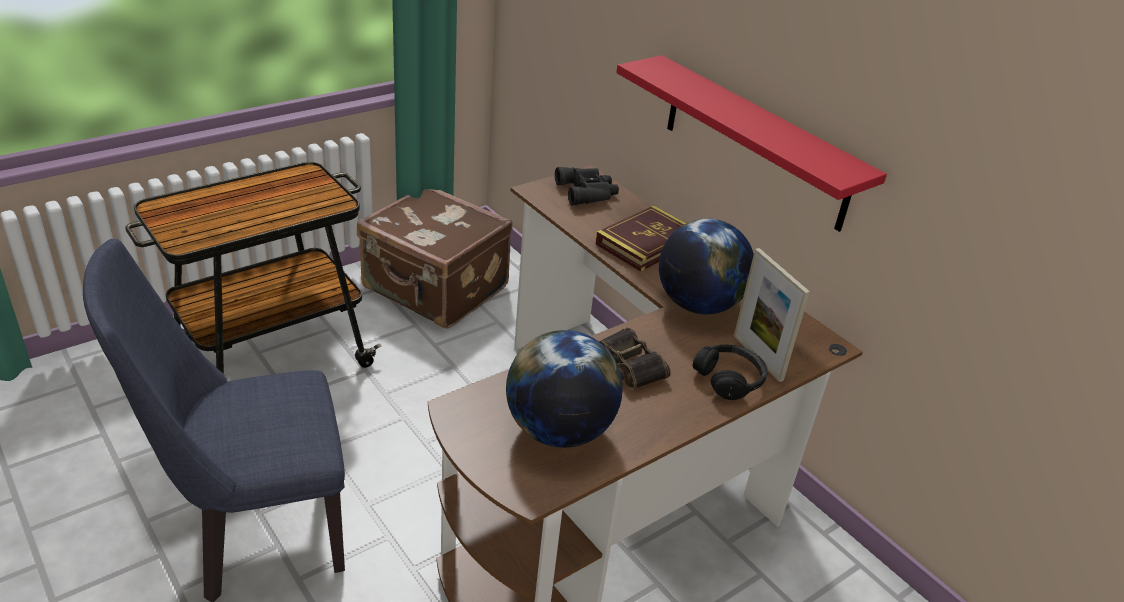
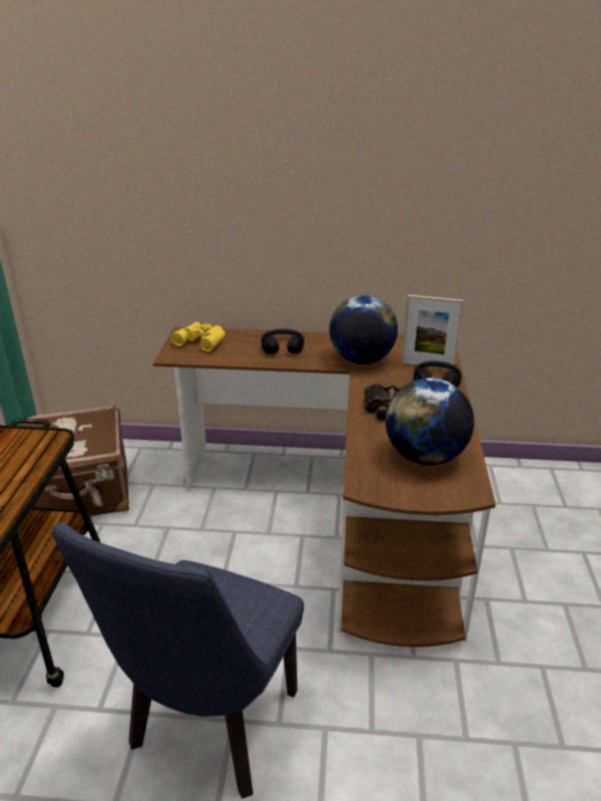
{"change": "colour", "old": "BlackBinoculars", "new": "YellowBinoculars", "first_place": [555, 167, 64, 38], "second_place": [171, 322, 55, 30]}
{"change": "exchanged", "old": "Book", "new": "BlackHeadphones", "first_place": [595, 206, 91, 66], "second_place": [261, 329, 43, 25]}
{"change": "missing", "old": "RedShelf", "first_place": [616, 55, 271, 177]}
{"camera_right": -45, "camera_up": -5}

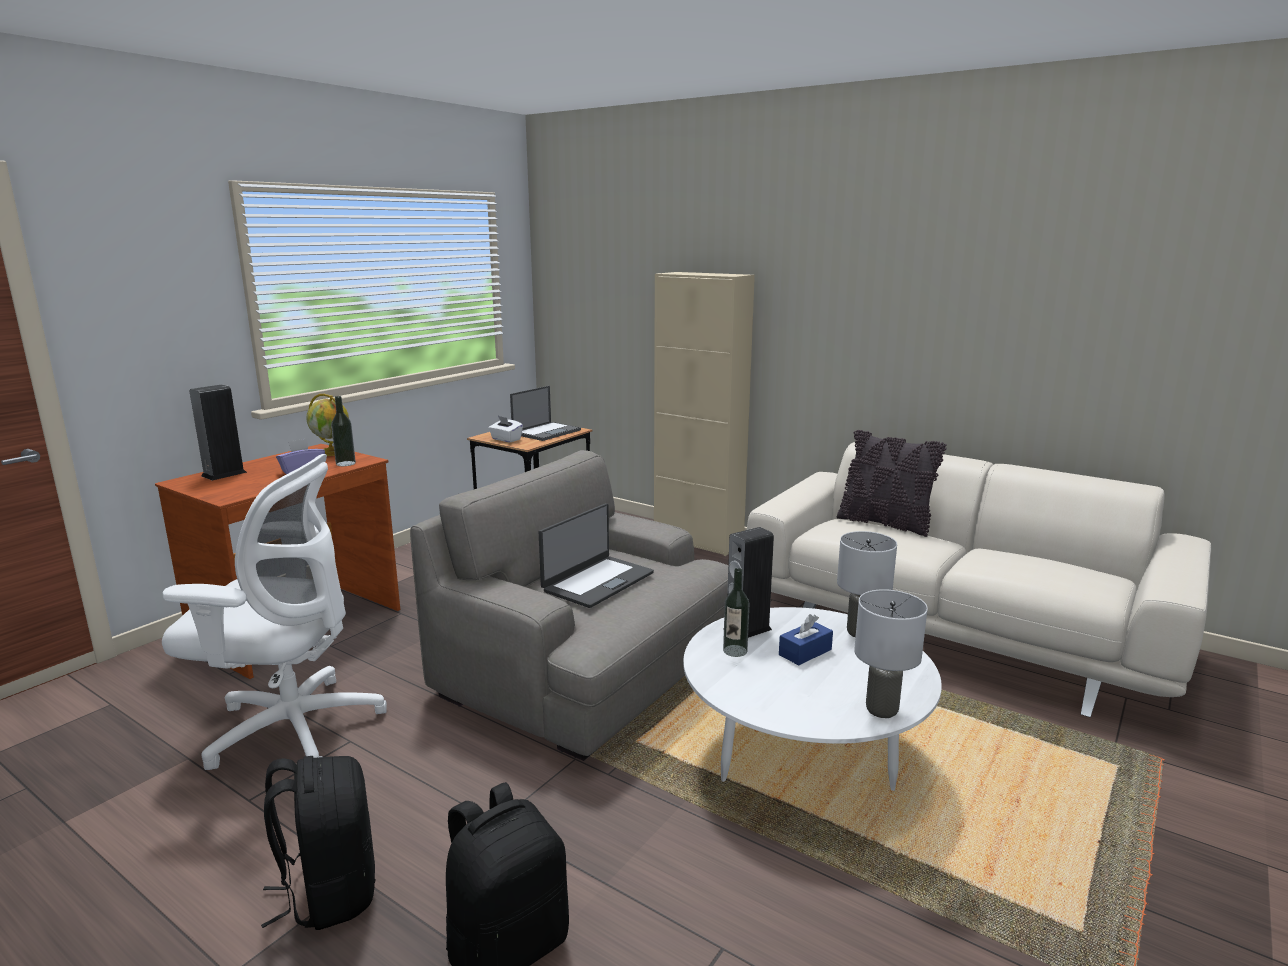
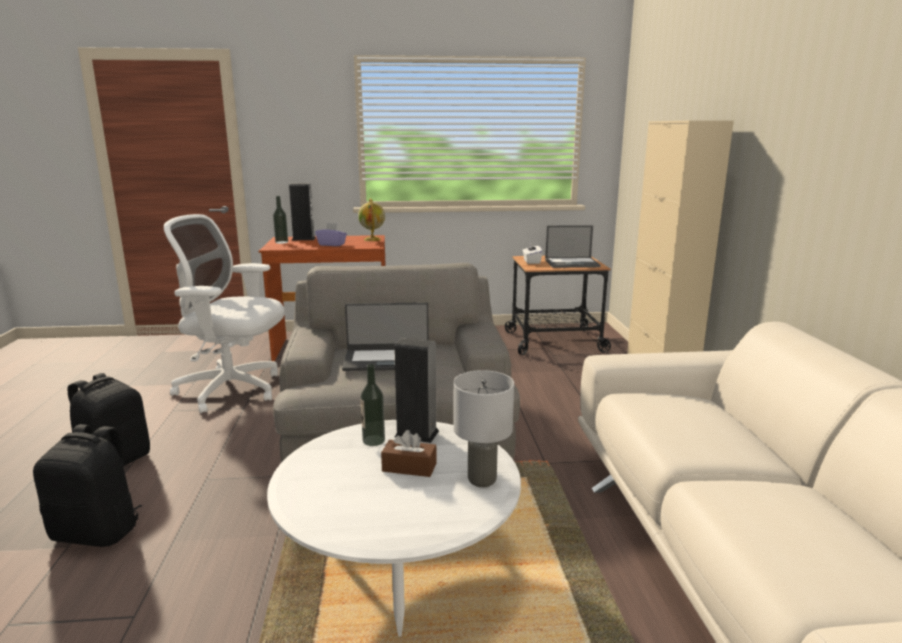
{"change": "spun", "old": "WhiteOfficeChair", "first_place": [162, 454, 225, 316], "second_place": [164, 214, 121, 199], "degrees": 135}
{"change": "relocated", "old": "Bottle", "first_place": [331, 396, 25, 70], "second_place": [273, 196, 15, 48]}
{"change": "colour", "old": "BlueTissueBox", "new": "BrownTissueBox", "first_place": [779, 614, 54, 51], "second_place": [381, 430, 56, 47]}
{"change": "missing", "old": "BlackPillow", "first_place": [837, 430, 110, 107]}
{"change": "missing", "old": "WhiteTableLamp", "first_place": [854, 589, 74, 129]}
{"camera_right": 50, "camera_up": 0}

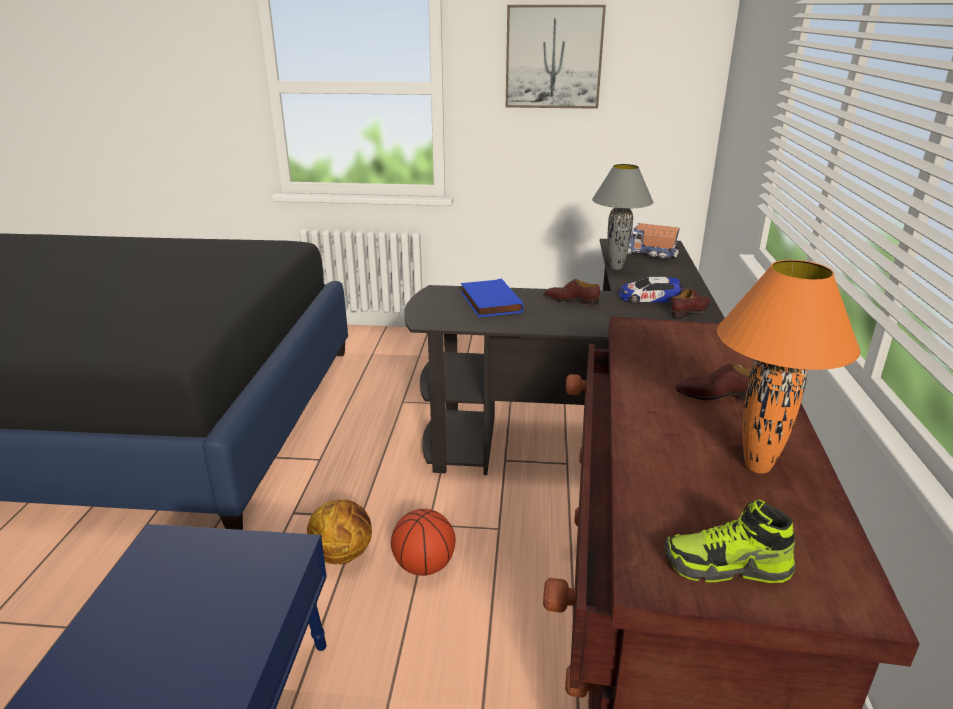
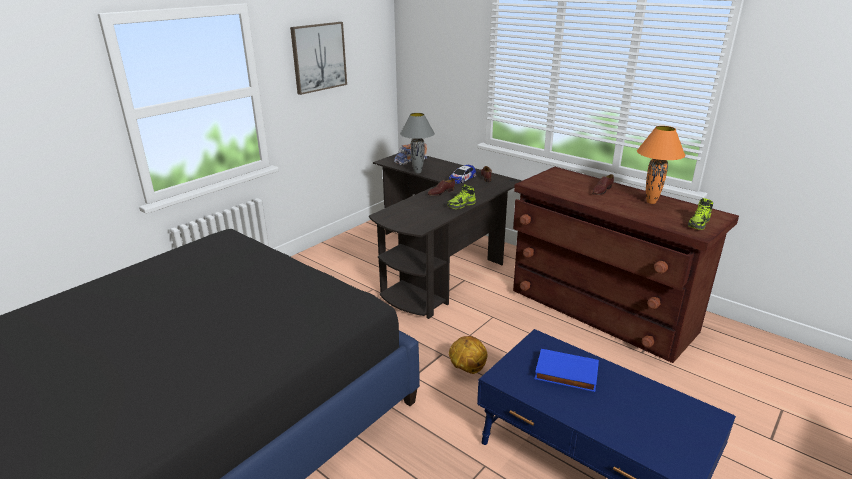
{"change": "appeared", "new": "Shoe", "second_place": [447, 184, 29, 25]}
{"change": "relocated", "old": "BlueBook", "first_place": [461, 279, 63, 38], "second_place": [535, 349, 64, 43]}
{"change": "missing", "old": "Basketball", "first_place": [391, 509, 65, 67]}
{"camera_right": -55, "camera_up": 0}

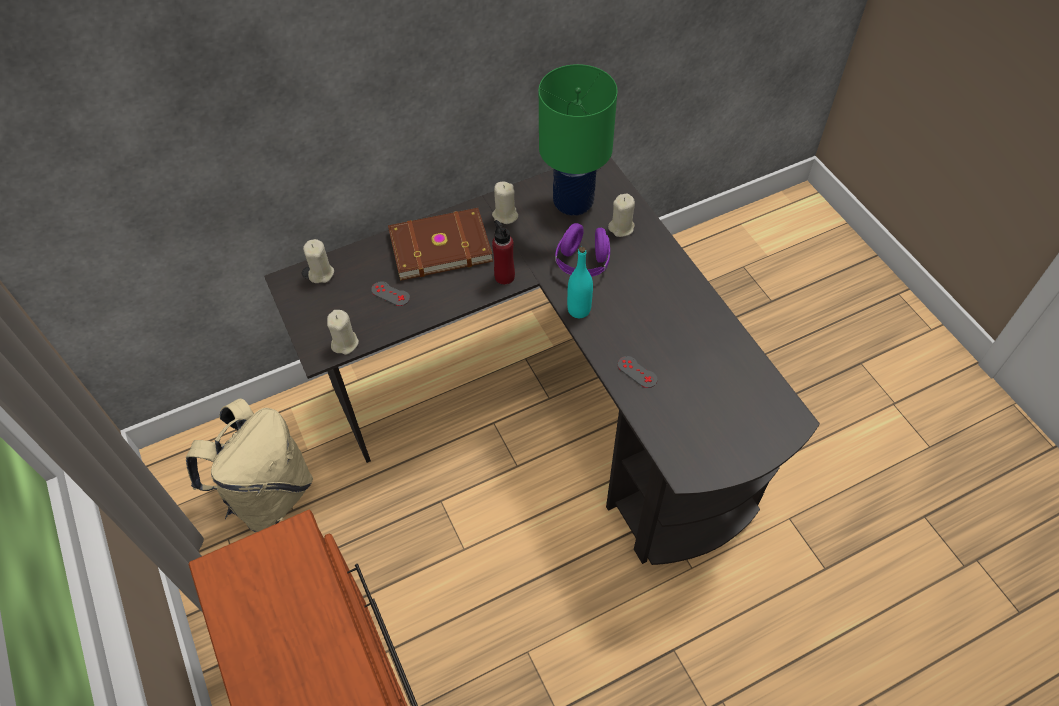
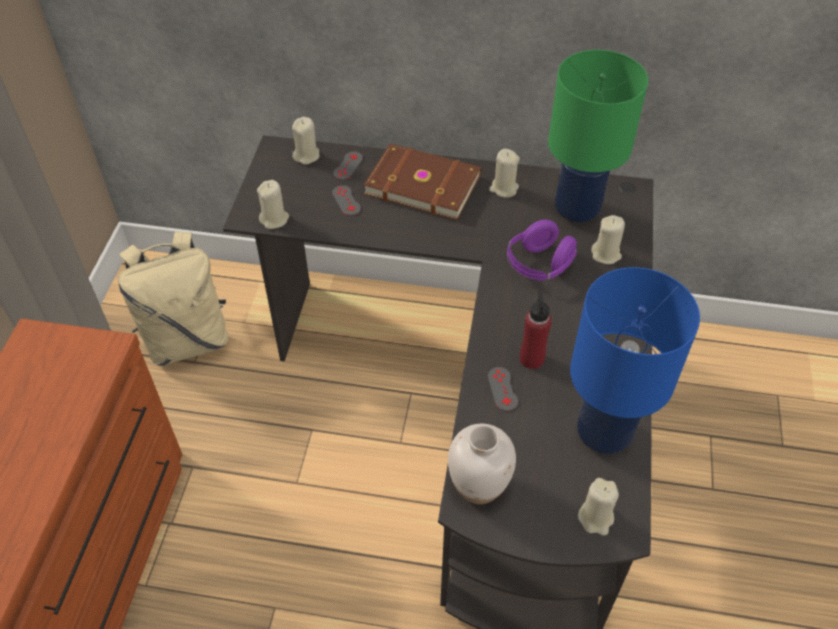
{"change": "appeared", "new": "GreyGameController", "second_place": [333, 152, 30, 28]}
{"change": "appeared", "new": "WhiteVase", "second_place": [448, 424, 68, 80]}
{"change": "relocated", "old": "RedBottle", "first_place": [492, 220, 23, 65], "second_place": [520, 291, 32, 78]}
{"change": "appeared", "new": "BlueTableLamp", "second_place": [570, 267, 130, 187]}
{"change": "appeared", "new": "BeigeCandle", "second_place": [578, 478, 41, 58]}
{"change": "missing", "old": "TurquoiseBottle", "first_place": [567, 247, 26, 71]}
{"camera_right": 35, "camera_up": -5}

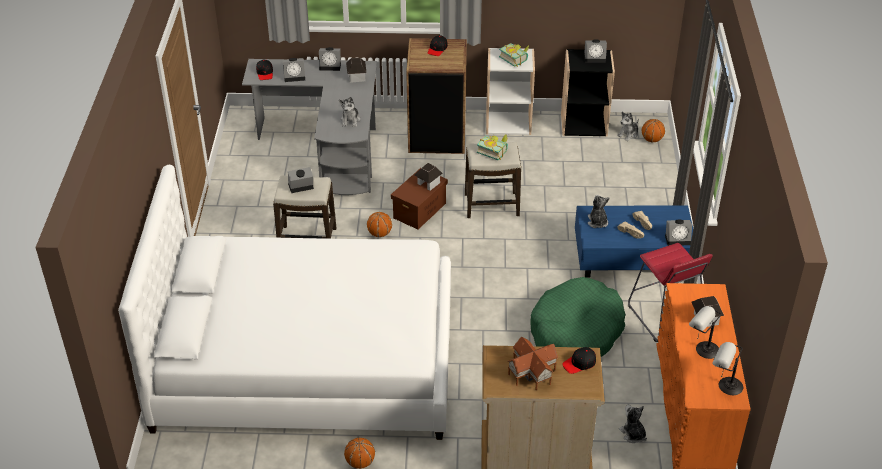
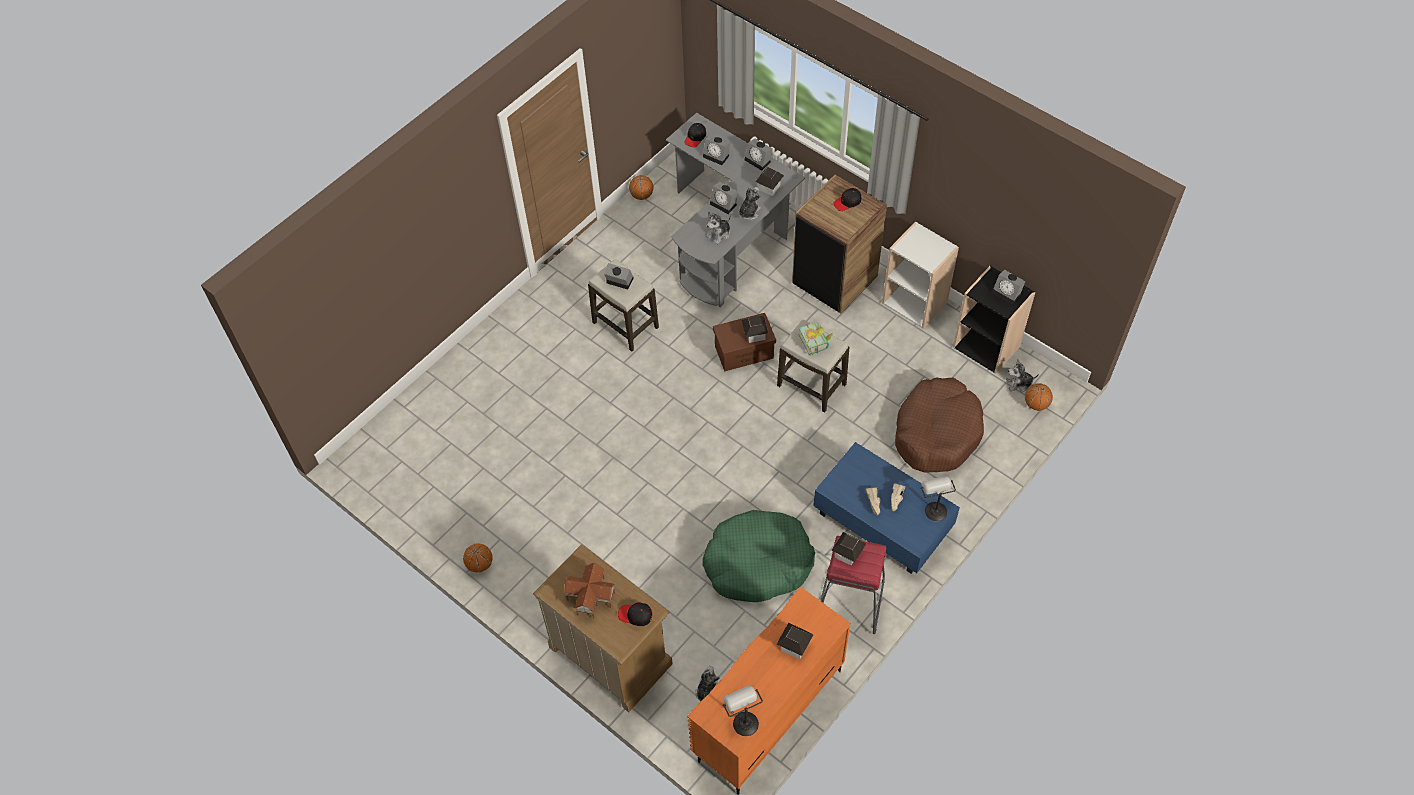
{"change": "relocated", "old": "Basketball", "first_place": [367, 212, 25, 25], "second_place": [629, 175, 25, 25]}
{"change": "relocated", "old": "AlarmClock", "first_place": [665, 219, 27, 27], "second_place": [710, 182, 28, 32]}
{"change": "relocated", "old": "PlushToy", "first_place": [588, 195, 22, 33], "second_place": [738, 187, 23, 33]}
{"change": "appeared", "new": "ToyHouse", "second_place": [831, 532, 36, 33]}
{"change": "appeared", "new": "BrownDogBed", "second_place": [895, 377, 89, 96]}
{"change": "relocated", "old": "TableLamp", "first_place": [689, 306, 33, 53], "second_place": [921, 476, 35, 45]}
{"change": "missing", "old": "WhiteBed", "first_place": [118, 164, 333, 276]}
{"change": "missing", "old": "Book", "first_place": [499, 43, 30, 24]}
{"camera_right": 40, "camera_up": 15}

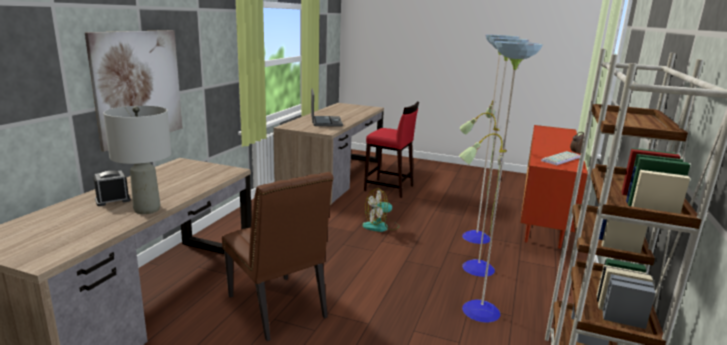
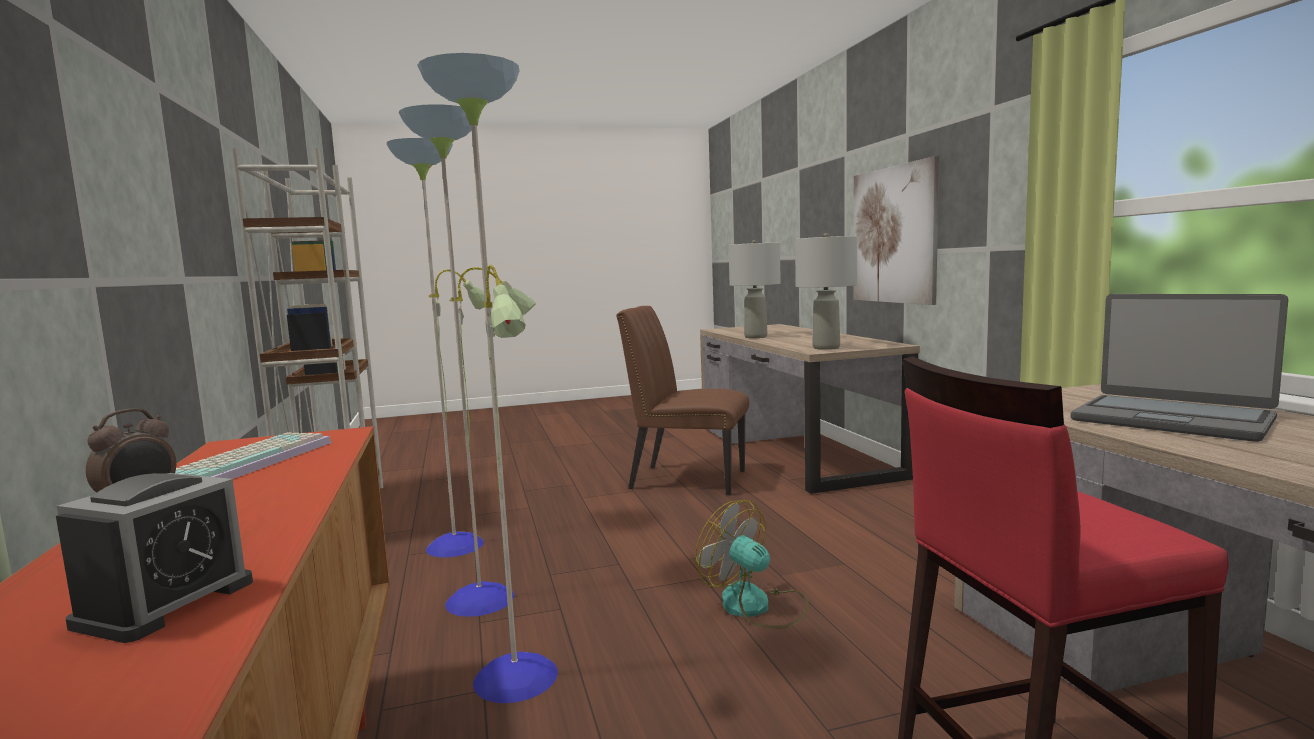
{"change": "relocated", "old": "AlarmClock", "first_place": [93, 171, 38, 35], "second_place": [56, 473, 197, 170]}
{"change": "spun", "old": "Fan", "first_place": [362, 188, 38, 44], "second_place": [695, 500, 114, 129], "degrees": -75}
{"change": "appeared", "new": "GreyTableLamp", "second_place": [795, 233, 62, 117]}
{"camera_right": 145, "camera_up": -10}

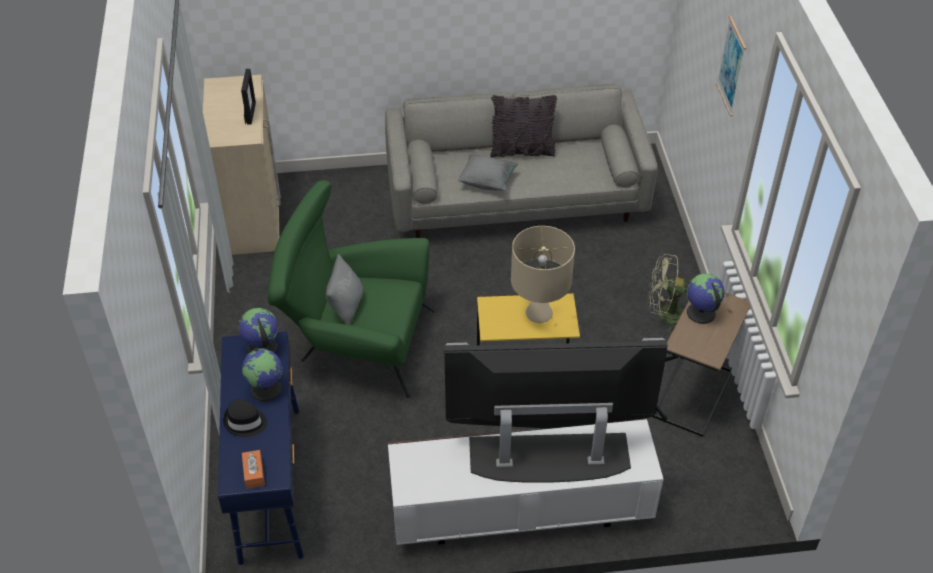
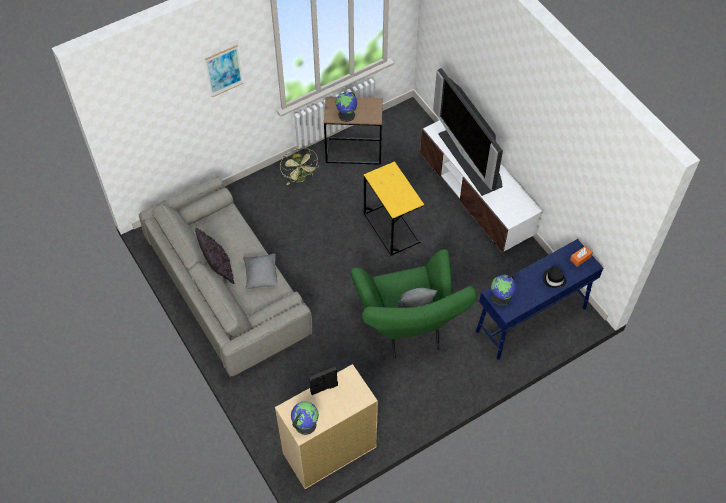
{"change": "relocated", "old": "Globe", "first_place": [242, 347, 41, 55], "second_place": [291, 401, 28, 34]}
{"change": "missing", "old": "BeigeTableLamp", "first_place": [511, 226, 64, 97]}
{"camera_right": -115, "camera_up": 10}

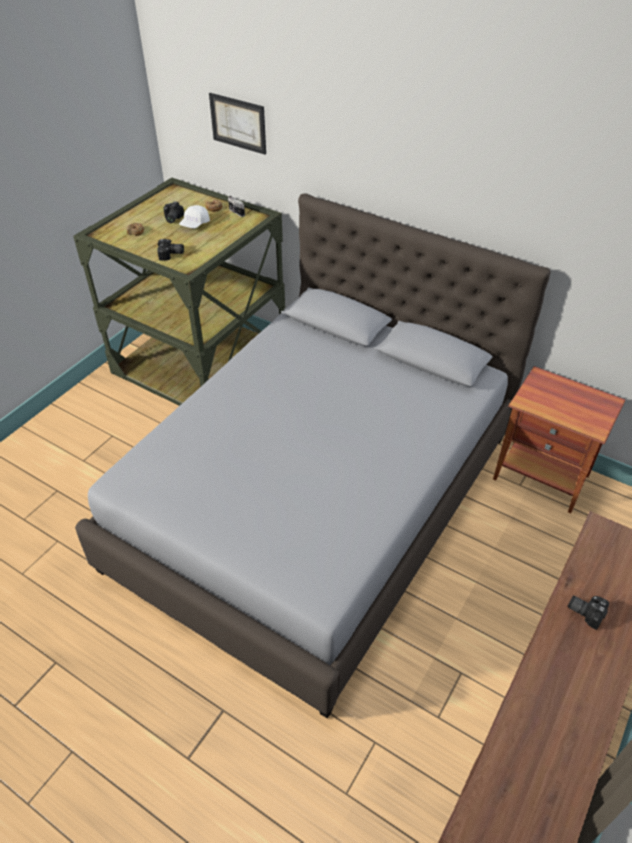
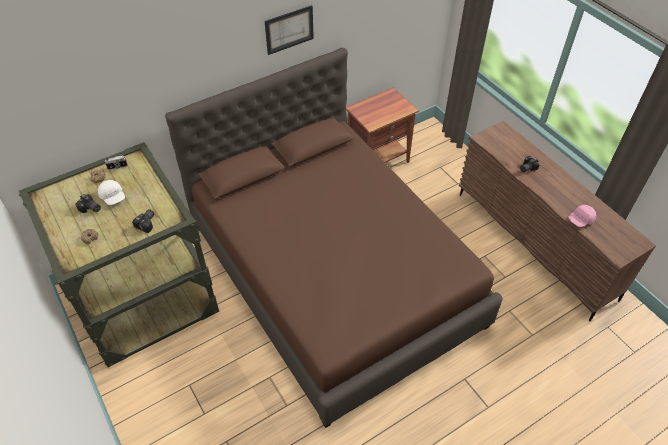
{"change": "colour", "old": "GreyBed", "new": "BrownBed", "first_place": [75, 194, 476, 524], "second_place": [165, 48, 338, 380]}
{"change": "relocated", "old": "Picture", "first_place": [209, 93, 57, 62], "second_place": [265, 5, 49, 50]}
{"change": "appeared", "new": "PinkCap", "second_place": [568, 205, 28, 22]}
{"camera_right": -65, "camera_up": 5}

